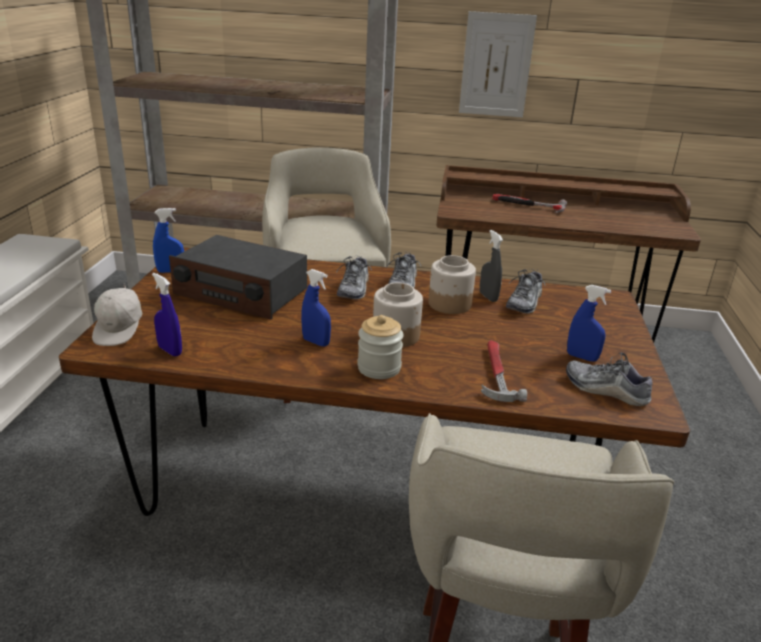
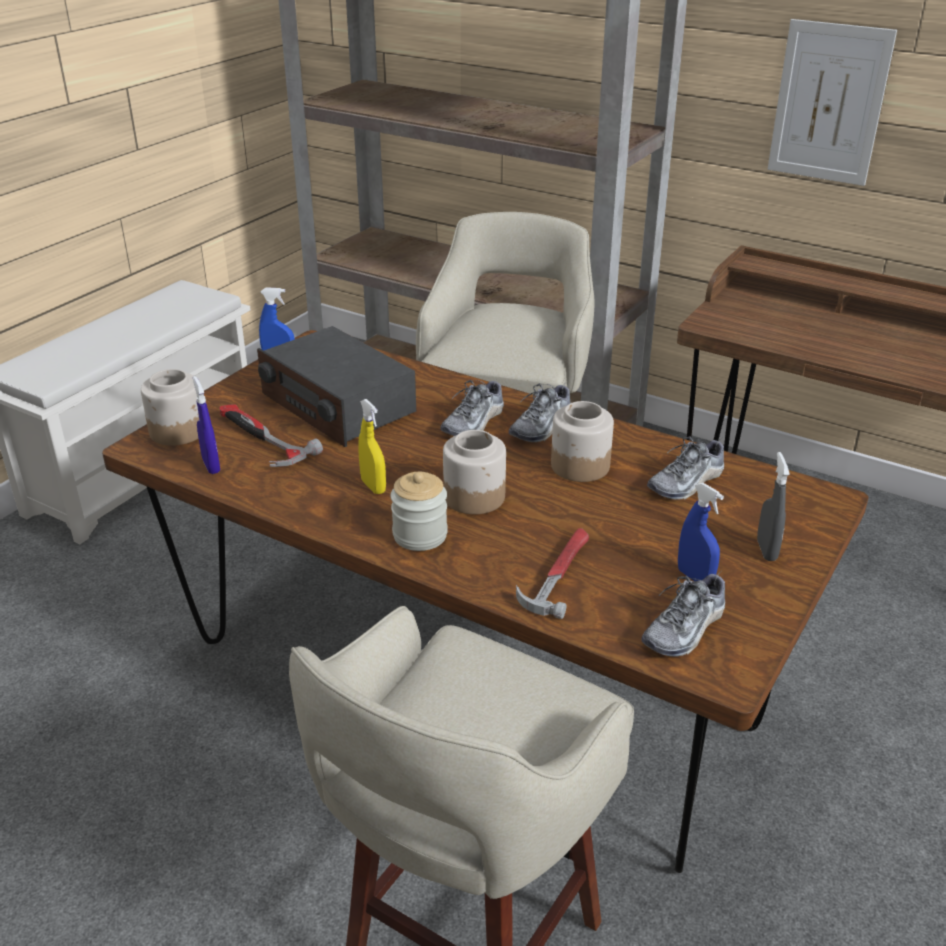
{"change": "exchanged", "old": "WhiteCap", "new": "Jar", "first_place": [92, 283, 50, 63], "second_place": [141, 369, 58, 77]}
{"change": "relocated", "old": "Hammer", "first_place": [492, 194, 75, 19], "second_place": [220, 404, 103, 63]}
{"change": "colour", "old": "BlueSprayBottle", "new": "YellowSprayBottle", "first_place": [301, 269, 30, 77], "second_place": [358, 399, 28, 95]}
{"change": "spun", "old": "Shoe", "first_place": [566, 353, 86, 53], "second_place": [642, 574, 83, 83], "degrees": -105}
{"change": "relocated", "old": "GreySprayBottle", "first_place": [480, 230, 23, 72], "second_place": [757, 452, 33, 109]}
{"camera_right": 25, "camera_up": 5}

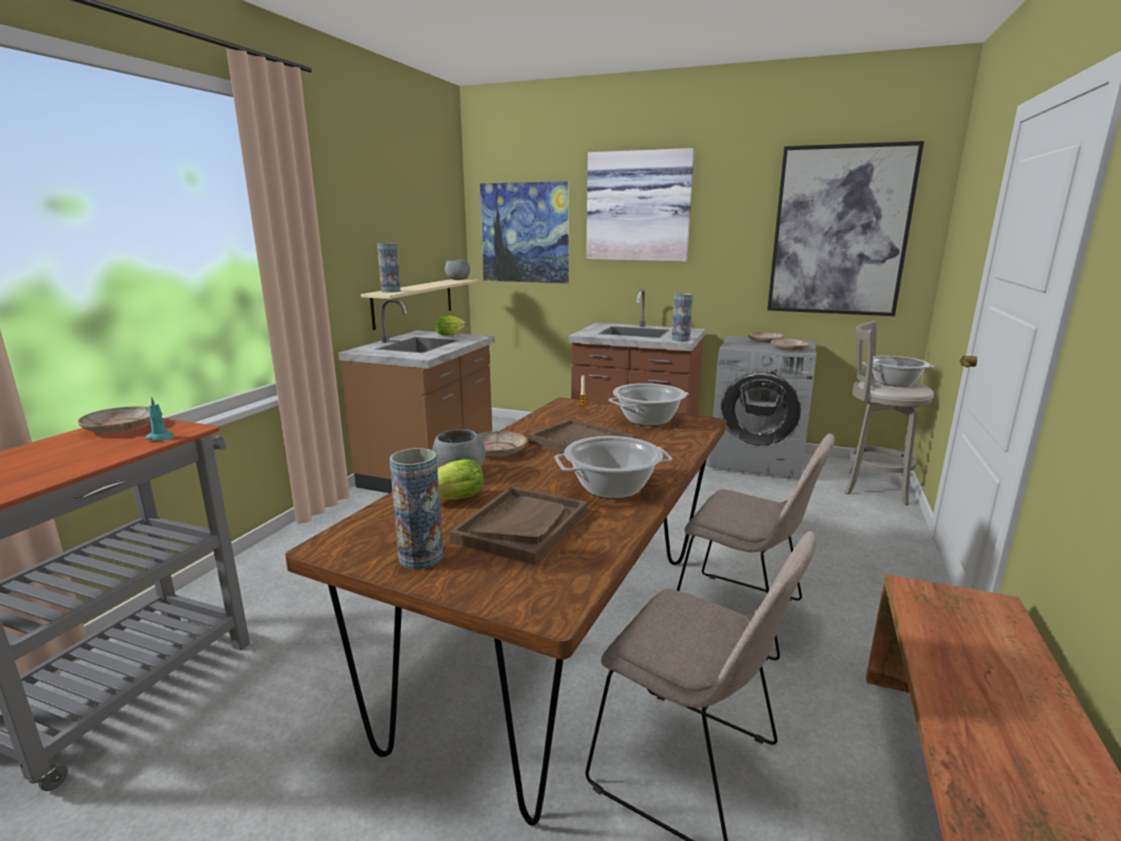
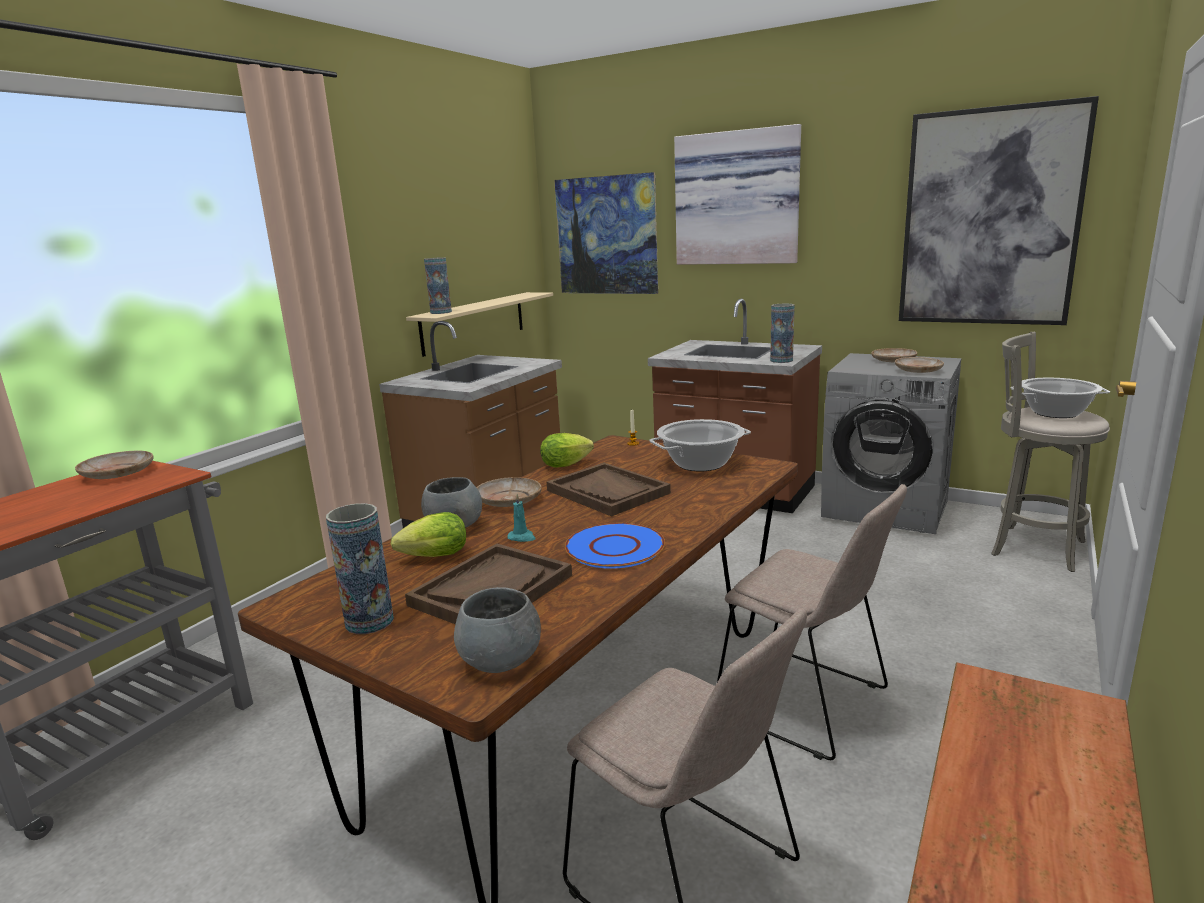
{"change": "relocated", "old": "GreyBowl", "first_place": [445, 260, 25, 20], "second_place": [454, 587, 87, 86]}
{"change": "relocated", "old": "TurquoiseCandle", "first_place": [146, 396, 28, 45], "second_place": [507, 494, 29, 48]}
{"change": "relocated", "old": "Lettuce", "first_place": [435, 315, 31, 20], "second_place": [540, 433, 54, 35]}
{"change": "exchanged", "old": "CookingPot", "new": "BluePlate", "first_place": [555, 436, 117, 63], "second_place": [565, 523, 100, 46]}
{"camera_right": 10, "camera_up": 0}

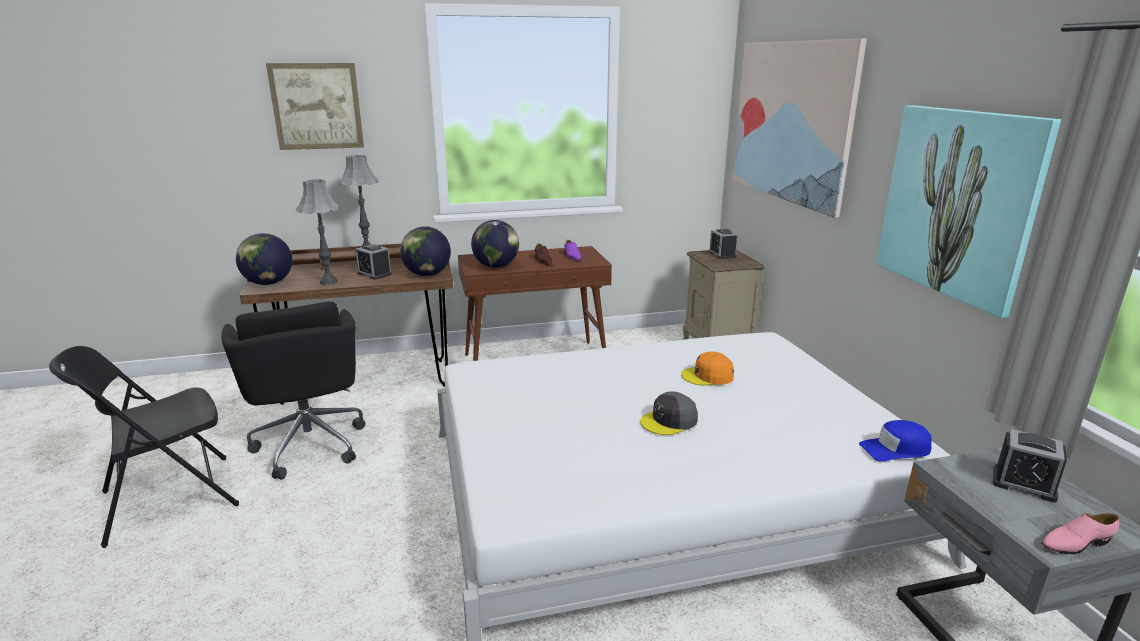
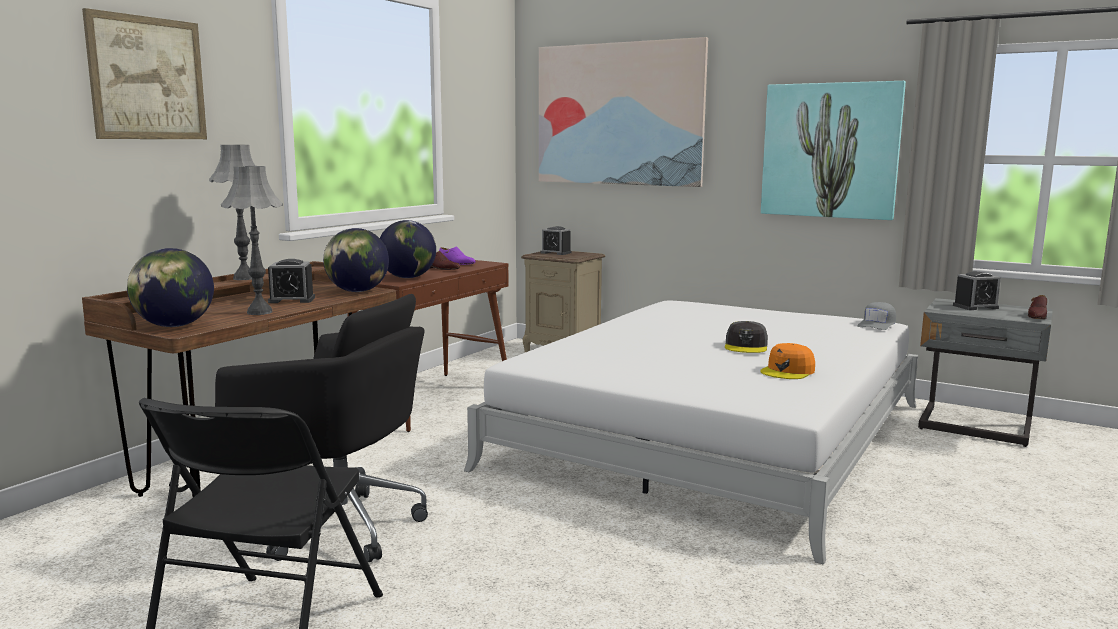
{"change": "relocated", "old": "OrangeCap", "first_place": [681, 352, 53, 34], "second_place": [760, 343, 55, 36]}
{"change": "colour", "old": "BlueCap", "new": "GreyCap", "first_place": [859, 420, 73, 42], "second_place": [857, 302, 39, 28]}
{"change": "colour", "old": "PinkShoe", "new": "BrownShoe", "first_place": [1041, 513, 78, 41], "second_place": [1028, 295, 19, 24]}
{"camera_right": -45, "camera_up": -10}

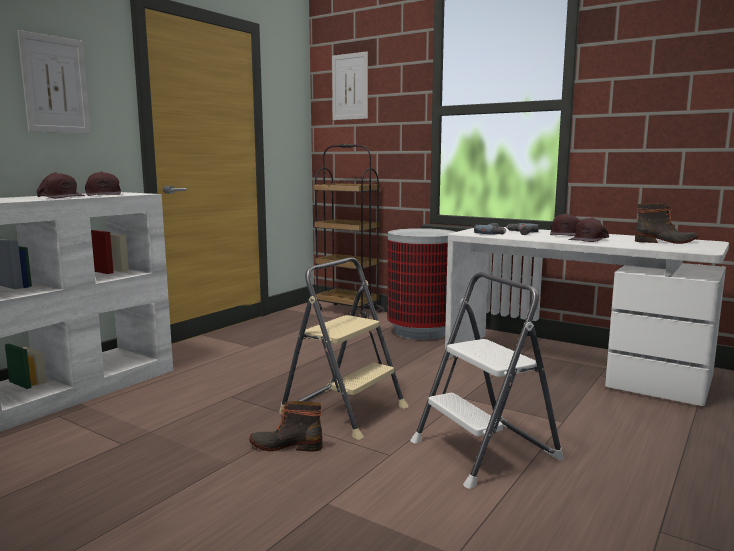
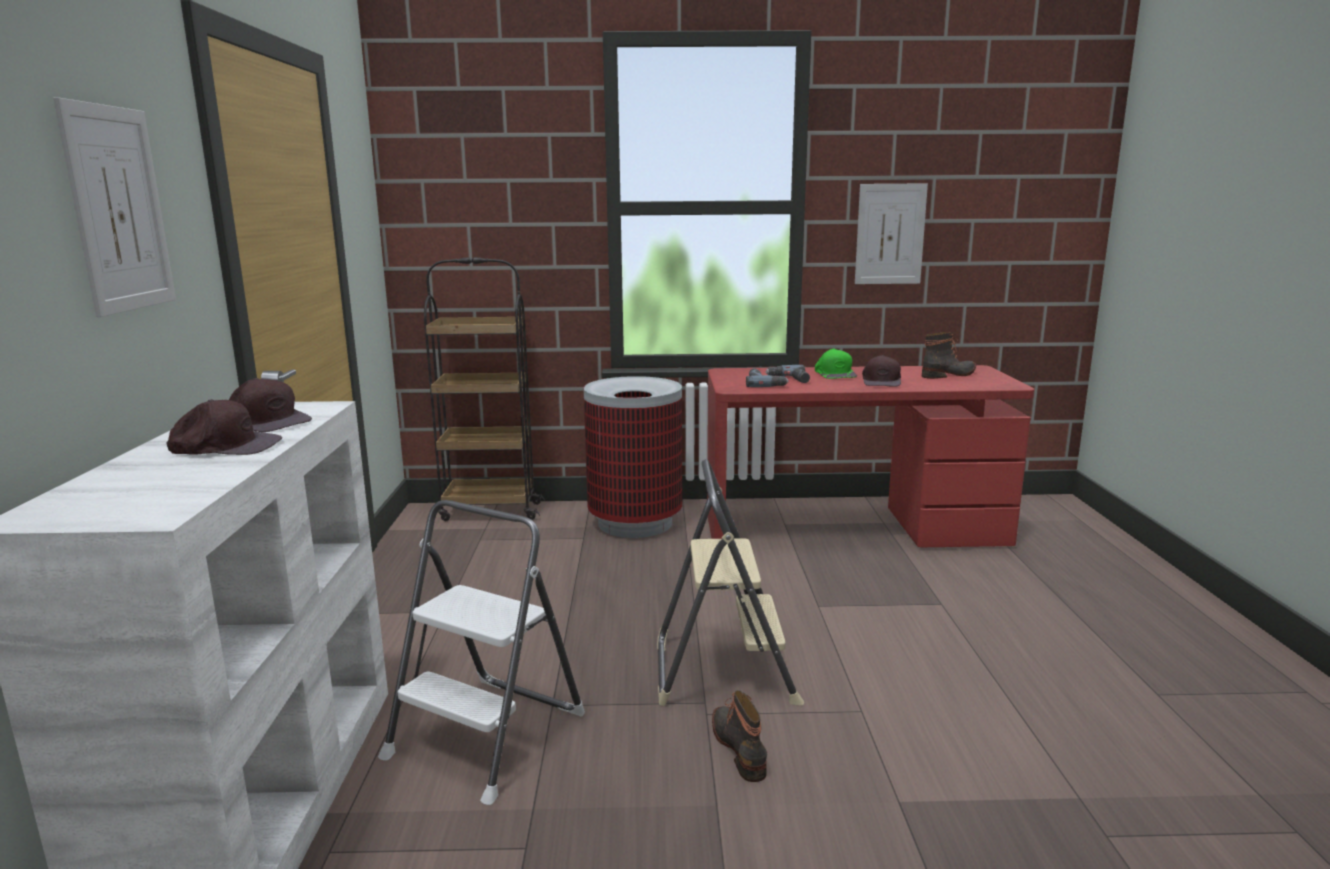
{"change": "relocated", "old": "WhiteStepLadder", "first_place": [410, 273, 153, 216], "second_place": [378, 500, 207, 305]}
{"change": "colour", "old": "WhiteDesk", "new": "RedDesk", "first_place": [445, 227, 284, 179], "second_place": [707, 365, 327, 182]}
{"change": "spun", "old": "Boot", "first_place": [249, 401, 74, 51], "second_place": [712, 690, 55, 92], "degrees": 105}
{"change": "colour", "old": "BrownCap", "new": "GreenCap", "first_place": [550, 213, 29, 23], "second_place": [815, 349, 42, 30]}
{"change": "relocated", "old": "Picture", "first_place": [332, 51, 36, 69], "second_place": [855, 183, 73, 101]}
{"camera_right": -35, "camera_up": 5}

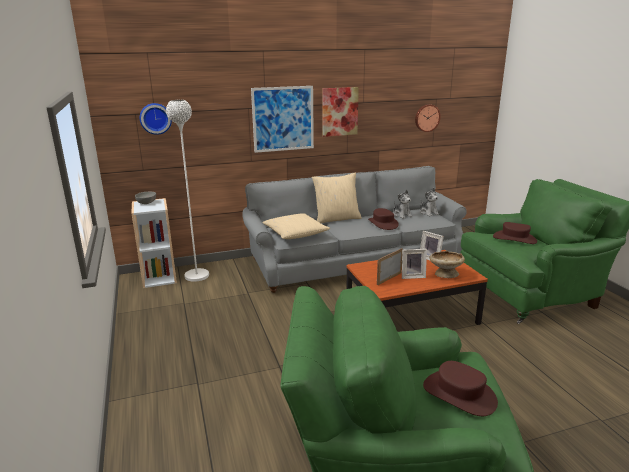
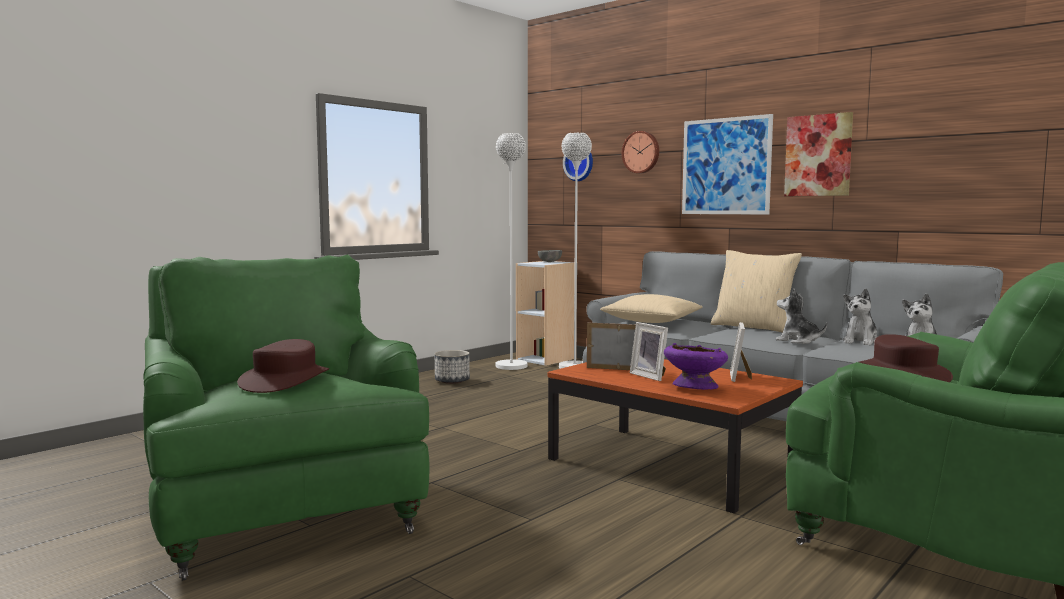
{"change": "appeared", "new": "Planter", "second_place": [435, 350, 35, 34]}
{"change": "appeared", "new": "WhiteFloorLamp", "second_place": [495, 133, 33, 237]}
{"change": "relocated", "old": "WallClock", "first_place": [415, 104, 26, 28], "second_place": [622, 131, 37, 42]}
{"change": "colour", "old": "BeigeBowl", "new": "PurpleBowl", "first_place": [430, 250, 35, 28], "second_place": [664, 343, 64, 47]}
{"change": "exchanged", "old": "BrownHat", "new": "PlushToy", "first_place": [368, 208, 31, 22], "second_place": [776, 288, 51, 56]}
{"camera_right": 60, "camera_up": -15}

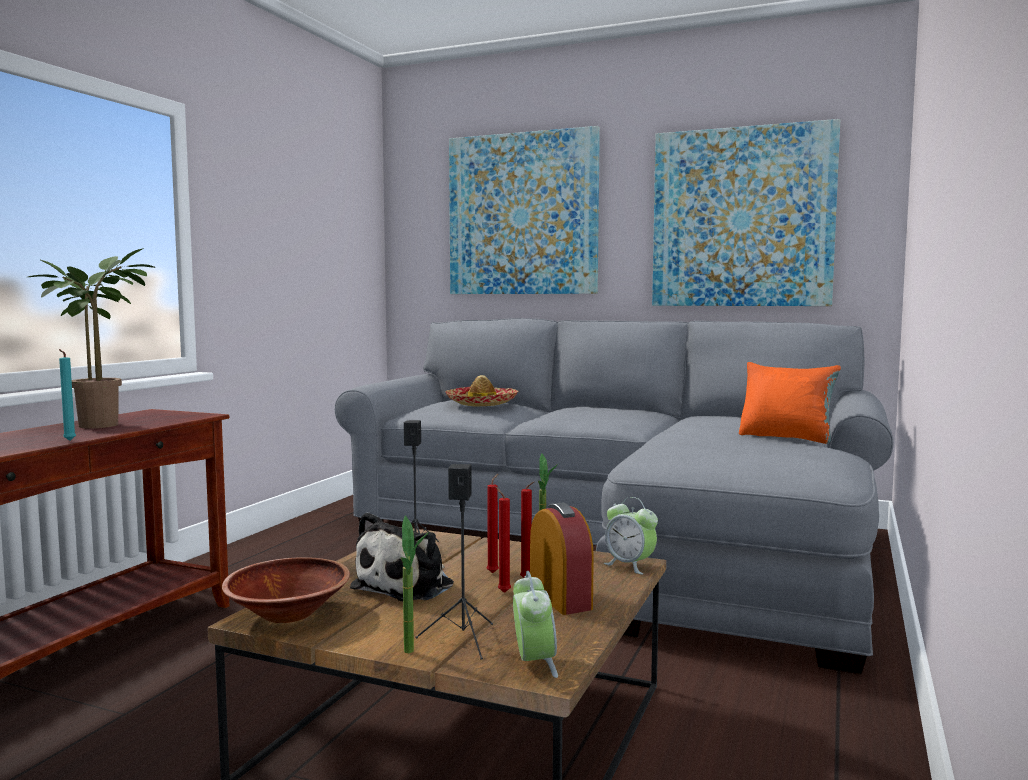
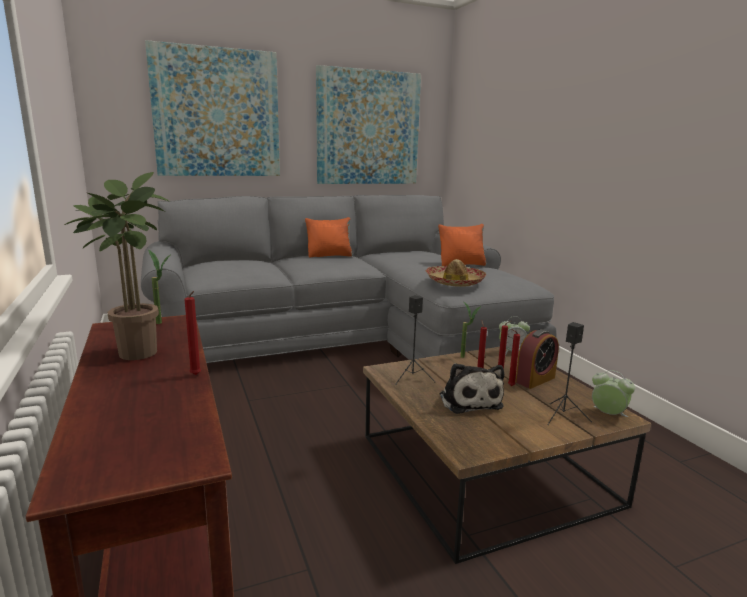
{"change": "relocated", "old": "PottedPlant", "first_place": [401, 515, 29, 138], "second_place": [148, 249, 23, 75]}
{"change": "colour", "old": "TurquoiseCandle", "new": "RedCandle", "first_place": [59, 349, 17, 92], "second_place": [184, 291, 17, 84]}
{"change": "appeared", "new": "OrangePillow", "second_place": [305, 217, 48, 41]}
{"change": "relocated", "old": "Hat", "first_place": [446, 375, 73, 31], "second_place": [426, 259, 60, 28]}
{"change": "spun", "old": "AlarmClock", "first_place": [530, 503, 64, 112], "second_place": [516, 329, 43, 60], "degrees": 120}
{"change": "missing", "old": "BrownBowl", "first_place": [222, 557, 128, 66]}
{"camera_right": -45, "camera_up": 10}

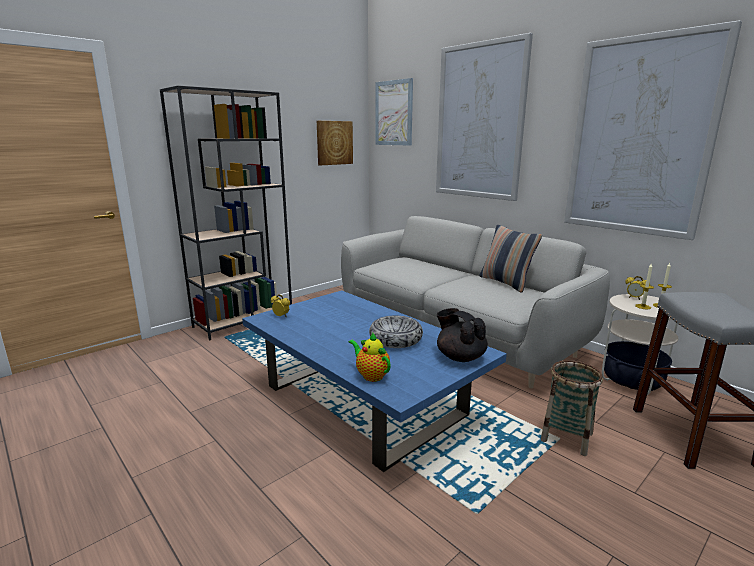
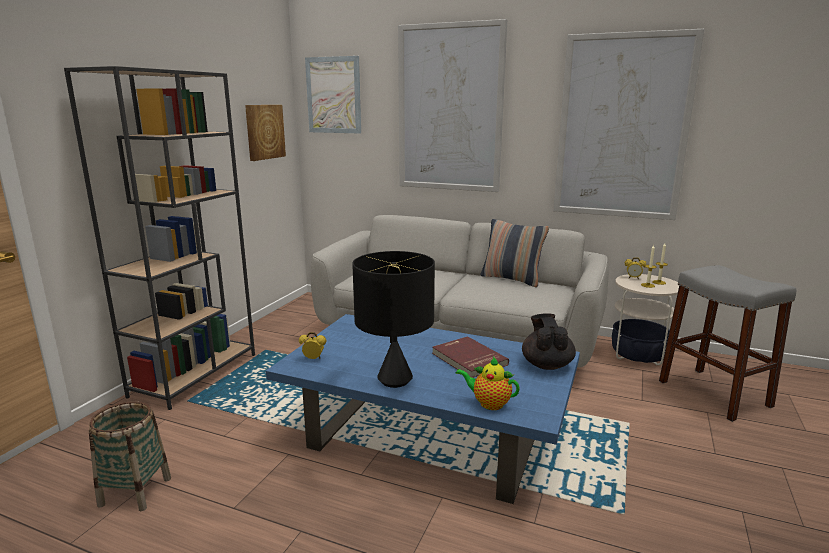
{"change": "relocated", "old": "Basket", "first_place": [541, 360, 62, 96], "second_place": [89, 401, 82, 110]}
{"change": "appeared", "new": "BlackTableLamp", "second_place": [352, 251, 83, 137]}
{"change": "exchanged", "old": "Bowl", "new": "RedBook", "first_place": [369, 316, 54, 32], "second_place": [432, 336, 77, 42]}
{"change": "spun", "old": "BlackTeapot", "first_place": [437, 308, 51, 54], "second_place": [522, 313, 54, 57], "degrees": 60}
{"camera_right": -25, "camera_up": 0}

